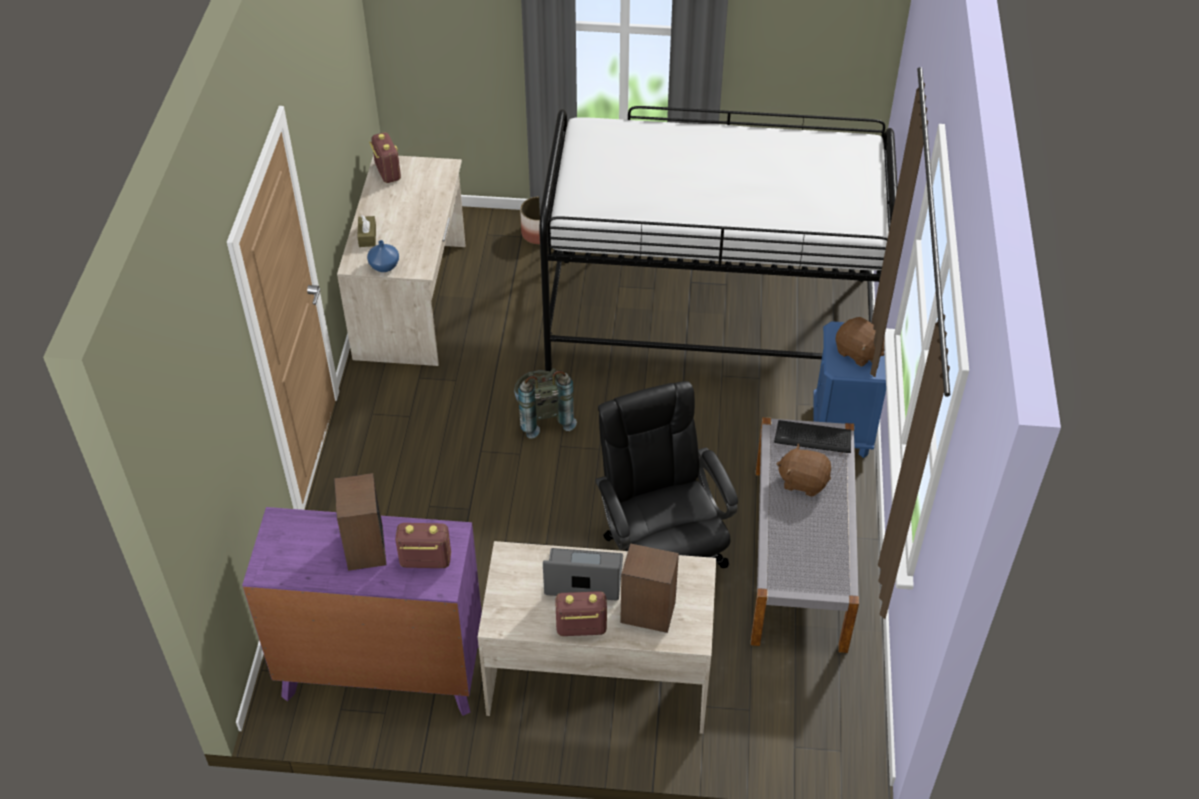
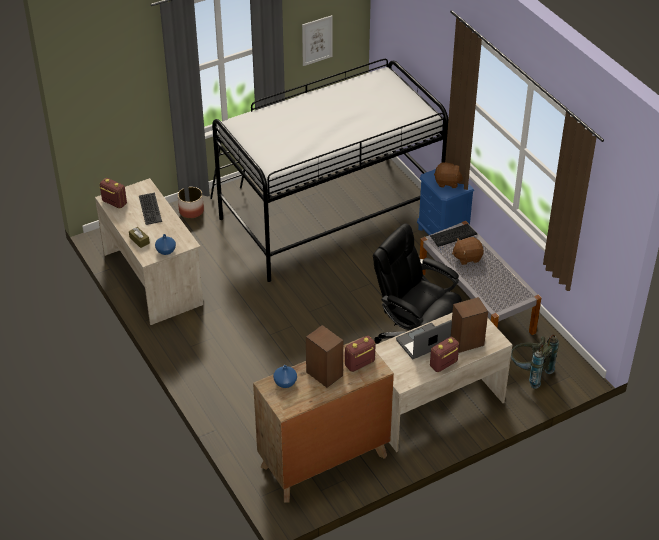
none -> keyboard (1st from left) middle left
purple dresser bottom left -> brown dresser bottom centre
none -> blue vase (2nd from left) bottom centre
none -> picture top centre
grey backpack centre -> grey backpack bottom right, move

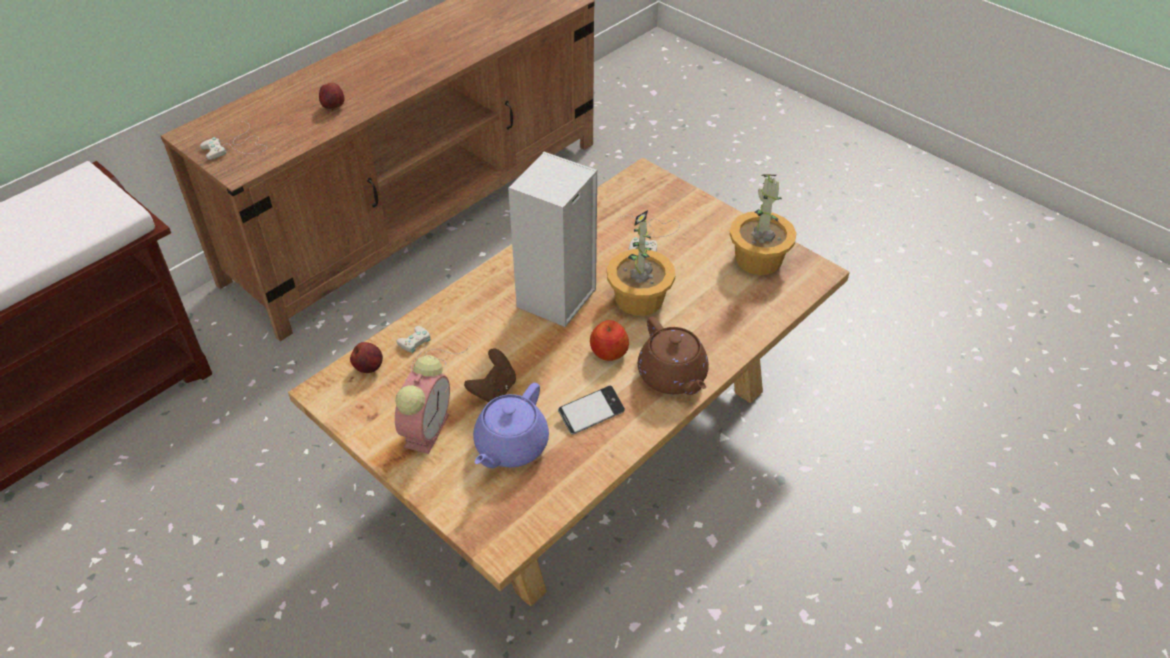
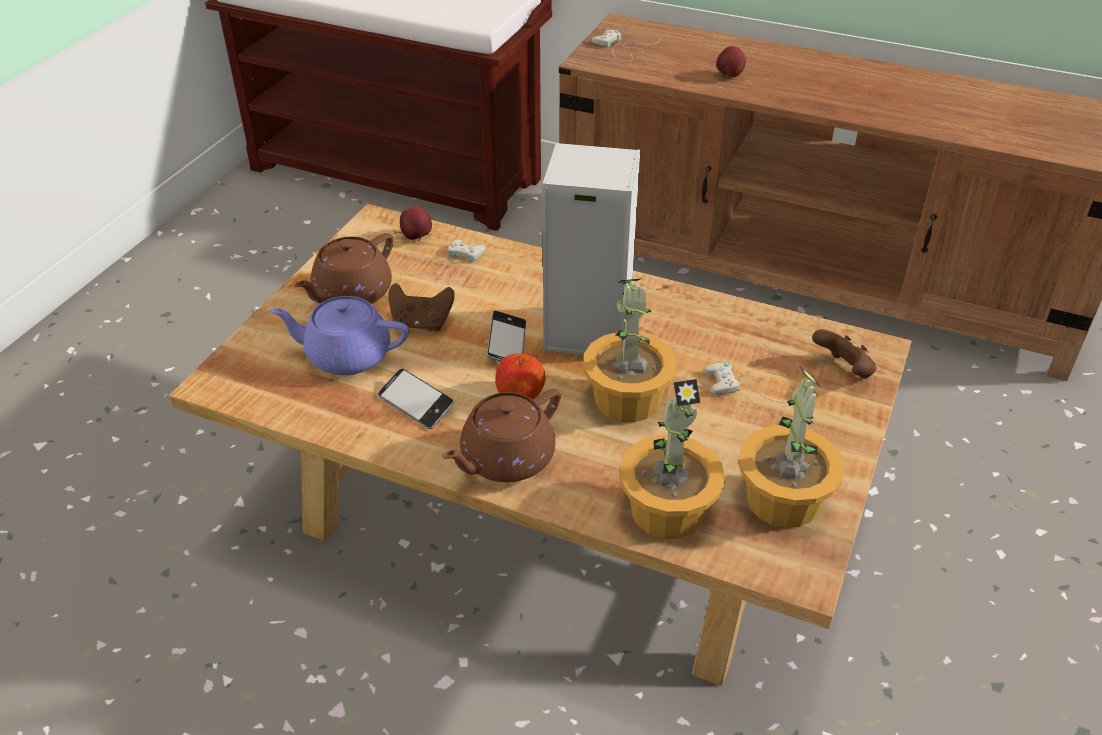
alarm clock centre -> brown teapot (1st from left) middle left
none -> phone (2nd from left) centre
none -> potted plant (2nd from left) centre
none -> brown game controller (2nd from left) middle right

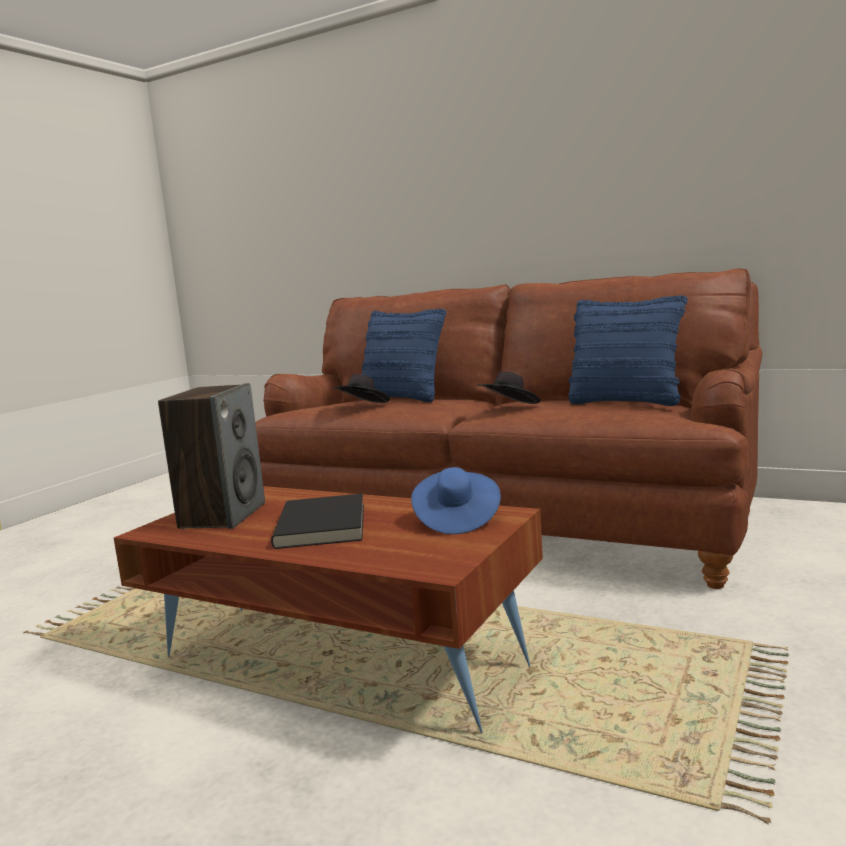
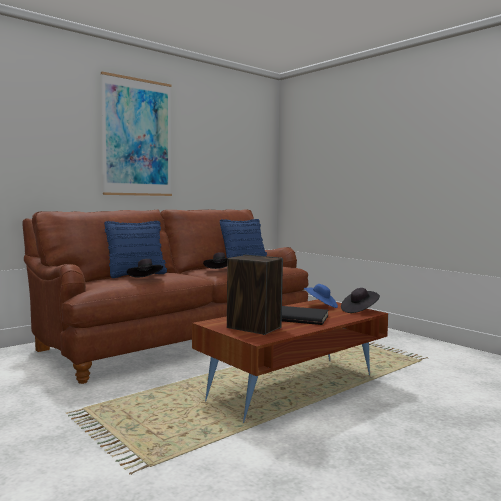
none -> picture top left
none -> black hat (3rd from left) middle right

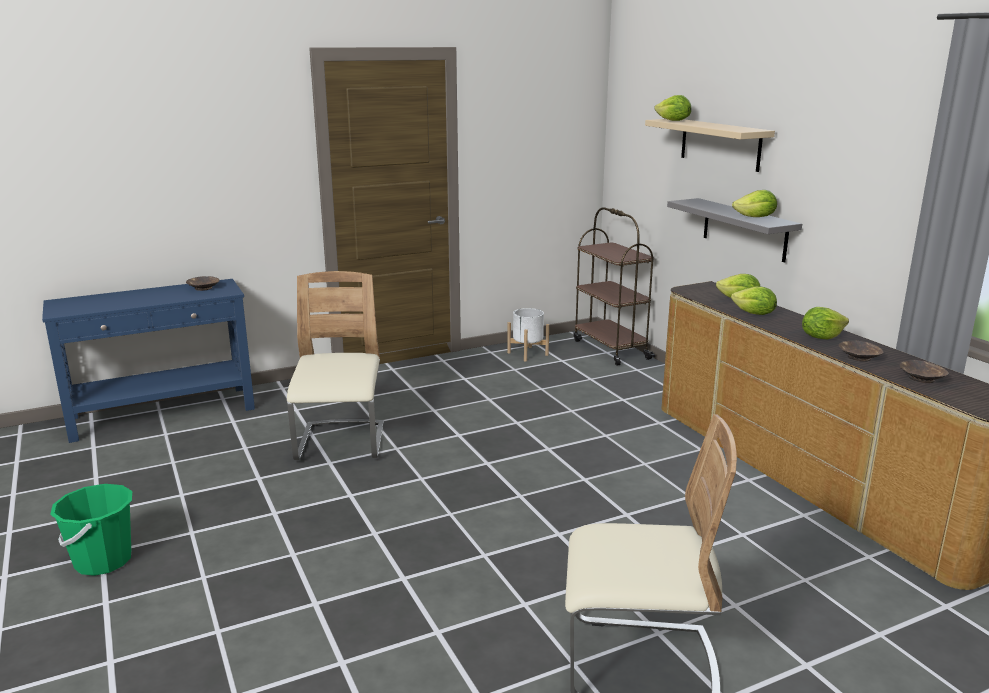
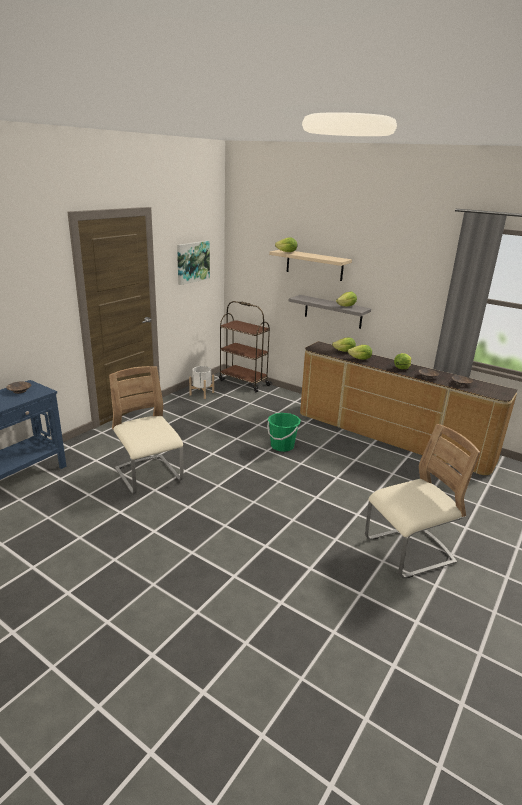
none -> picture top centre
green bucket bottom left -> green bucket centre, move

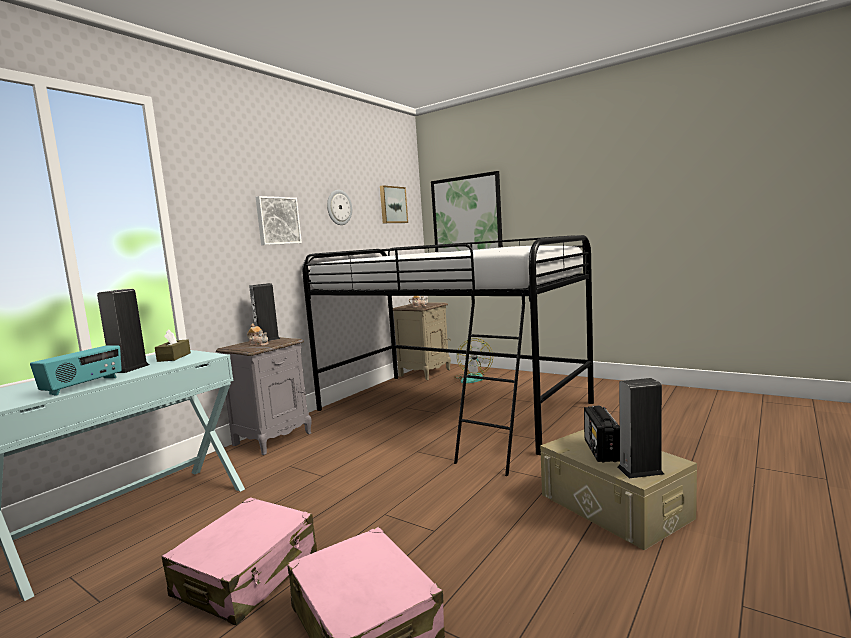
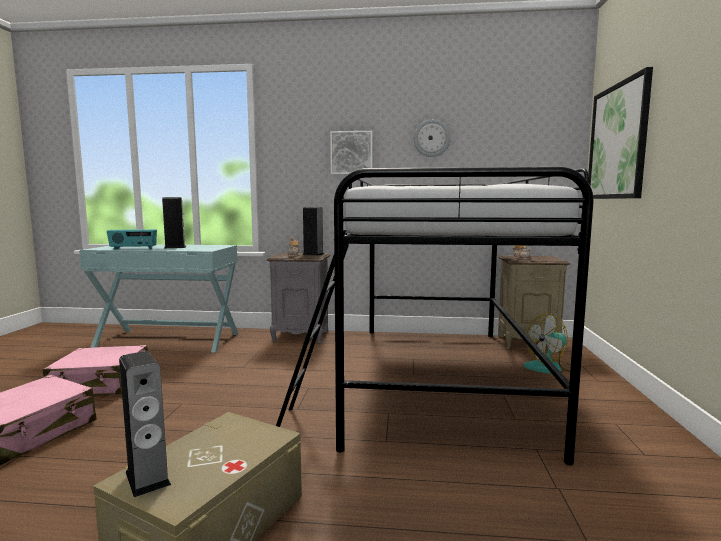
brown tissue box middle left -> none
picture (2nd from left) top centre -> none
radio (2nd from left) bottom right -> none

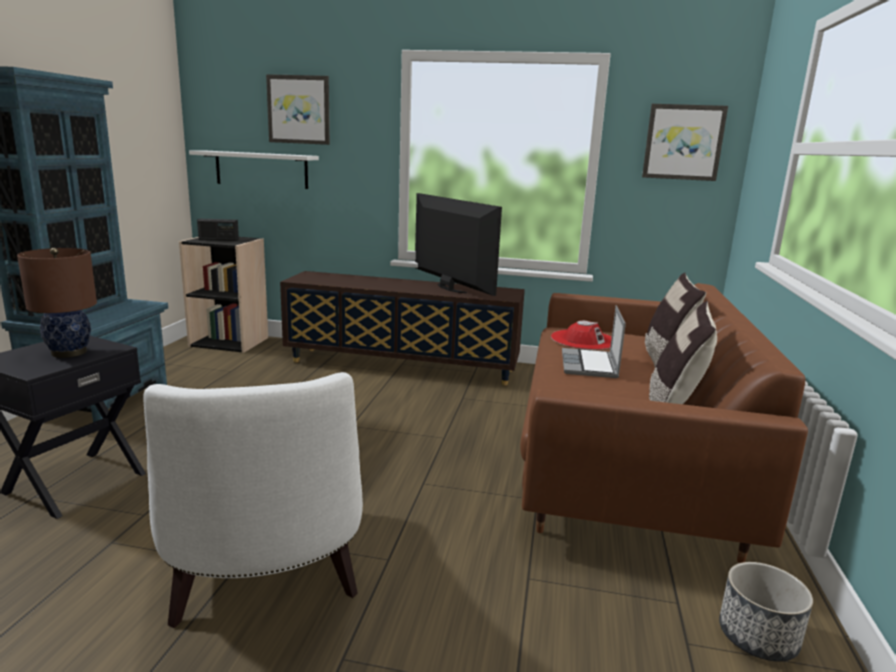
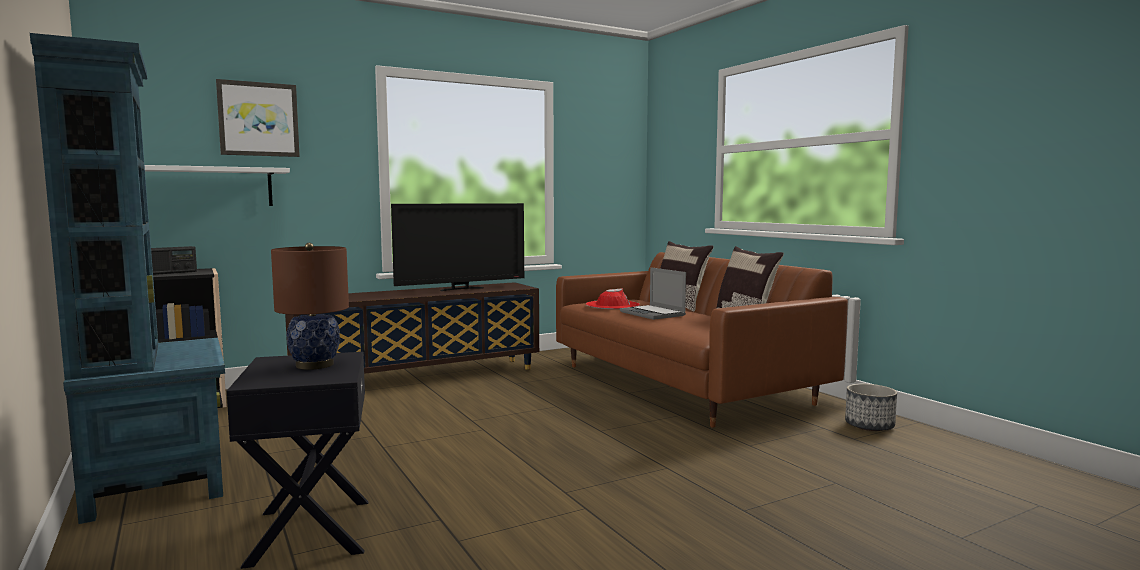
television centre, 135 degrees clockwise
white armchair bottom left -> none
picture (2nd from left) top right -> none

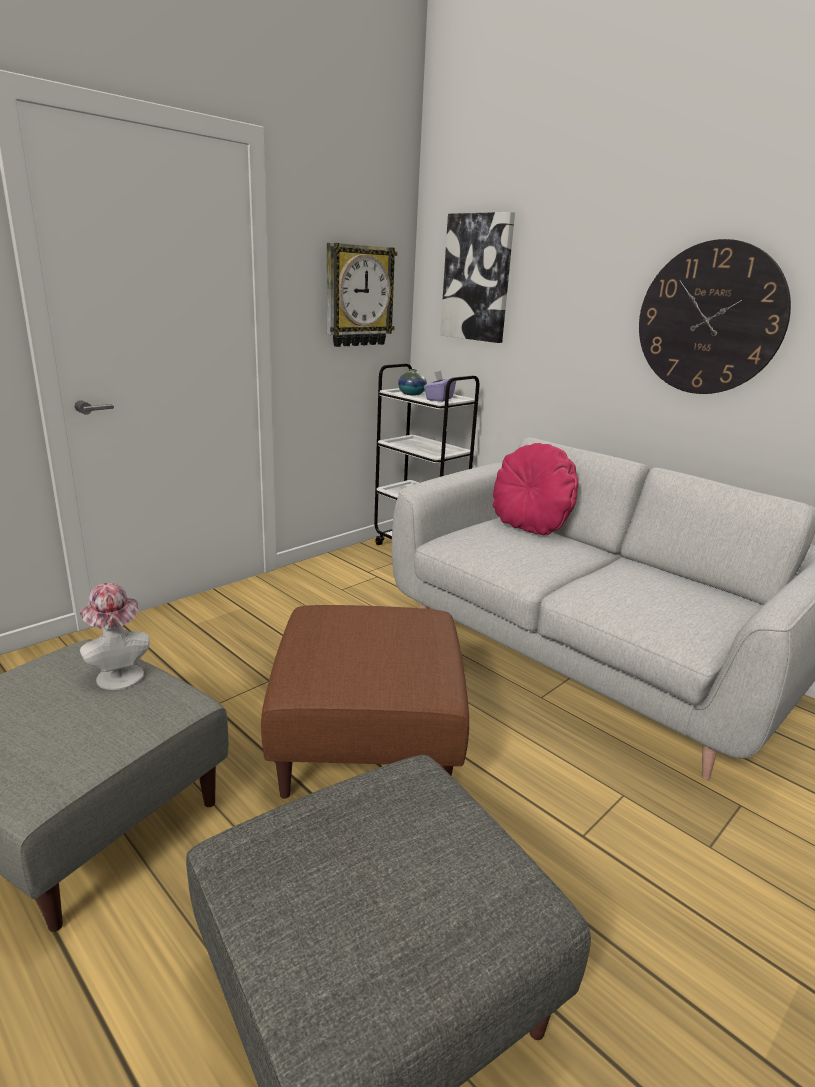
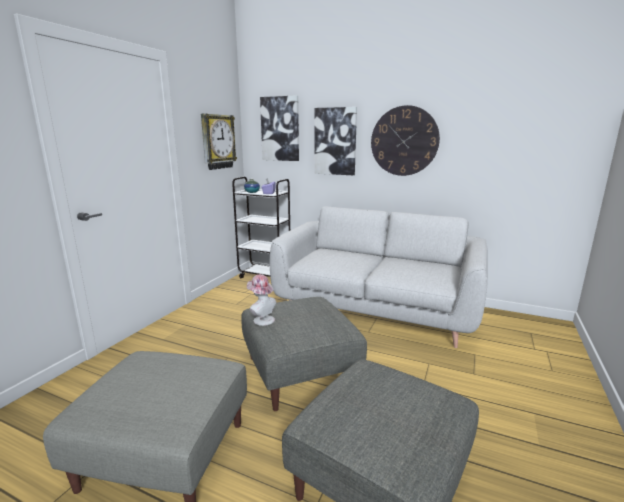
brown ottoman centre -> grey ottoman (2nd from left) bottom centre
hat middle left -> hat centre, move
none -> picture (2nd from left) top centre
pink pillow centre -> none

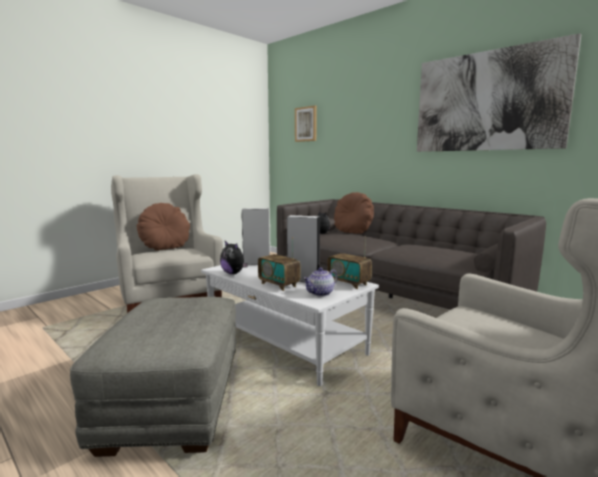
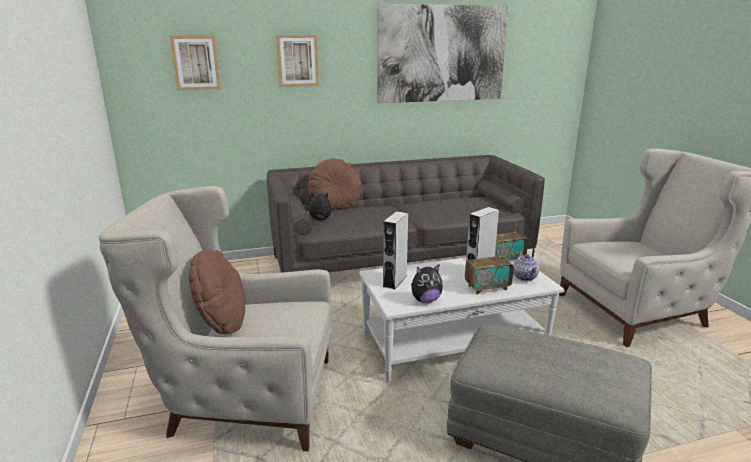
none -> picture (2nd from left) top centre

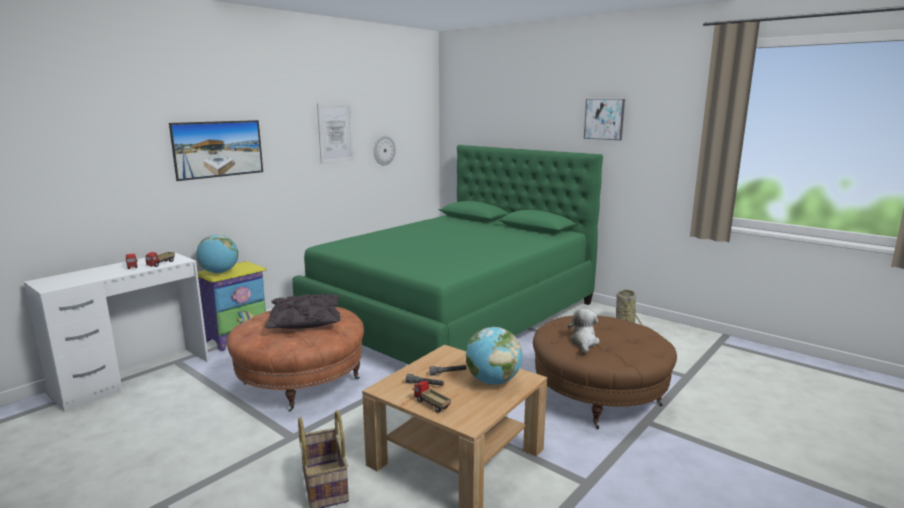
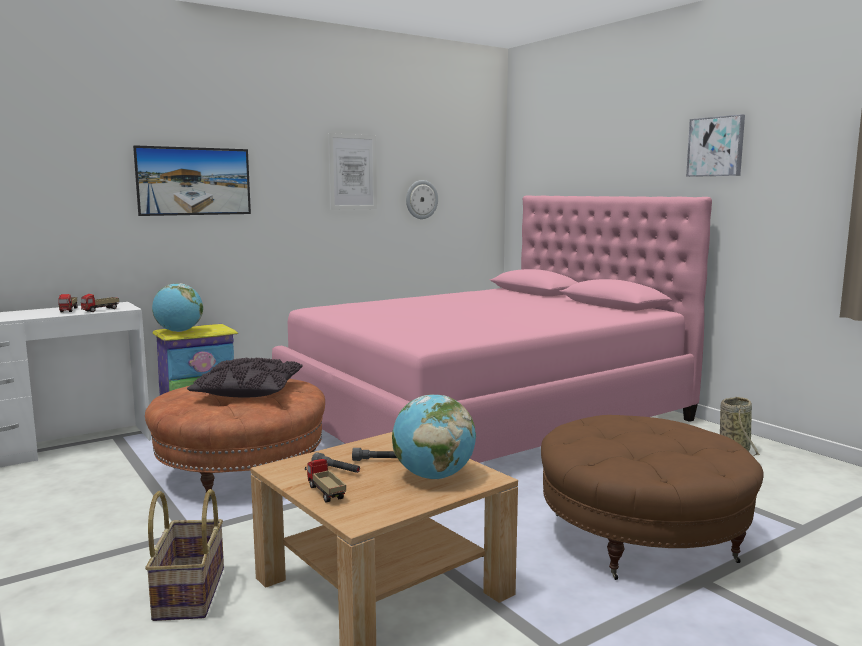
green bed centre -> pink bed centre
plush toy centre -> none

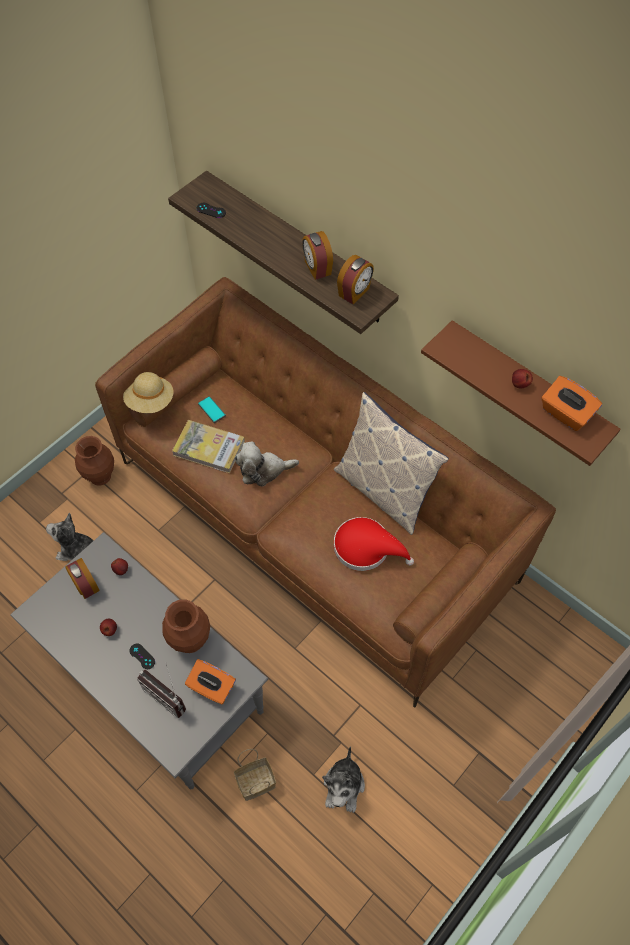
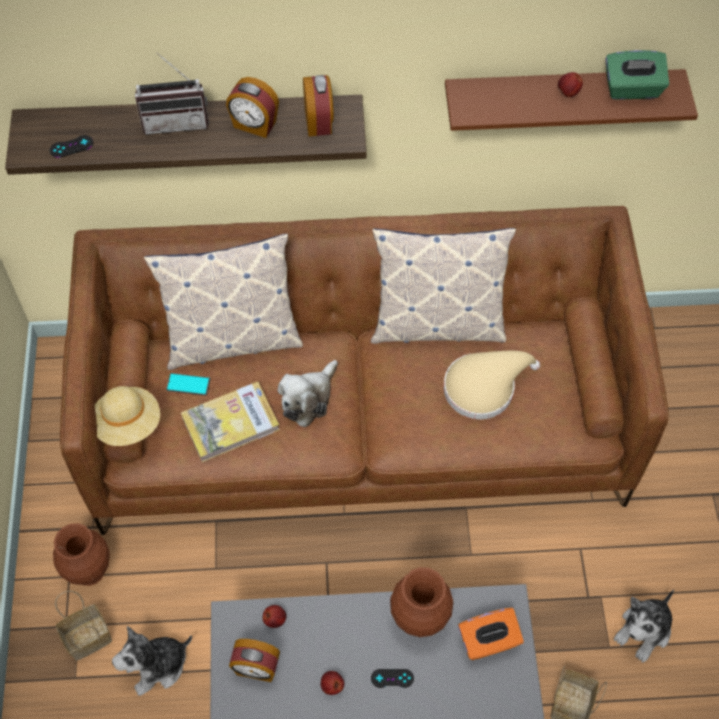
none -> basket (1st from left) bottom left
radio bottom left -> radio top left, move
none -> pillow (1st from left) middle left
red hat centre -> beige hat (2nd from left) middle right
orange tissue box (2nd from left) middle right -> green tissue box top right
plush toy (3rd from left) bottom centre -> plush toy (3rd from left) bottom right, 75 degrees clockwise

